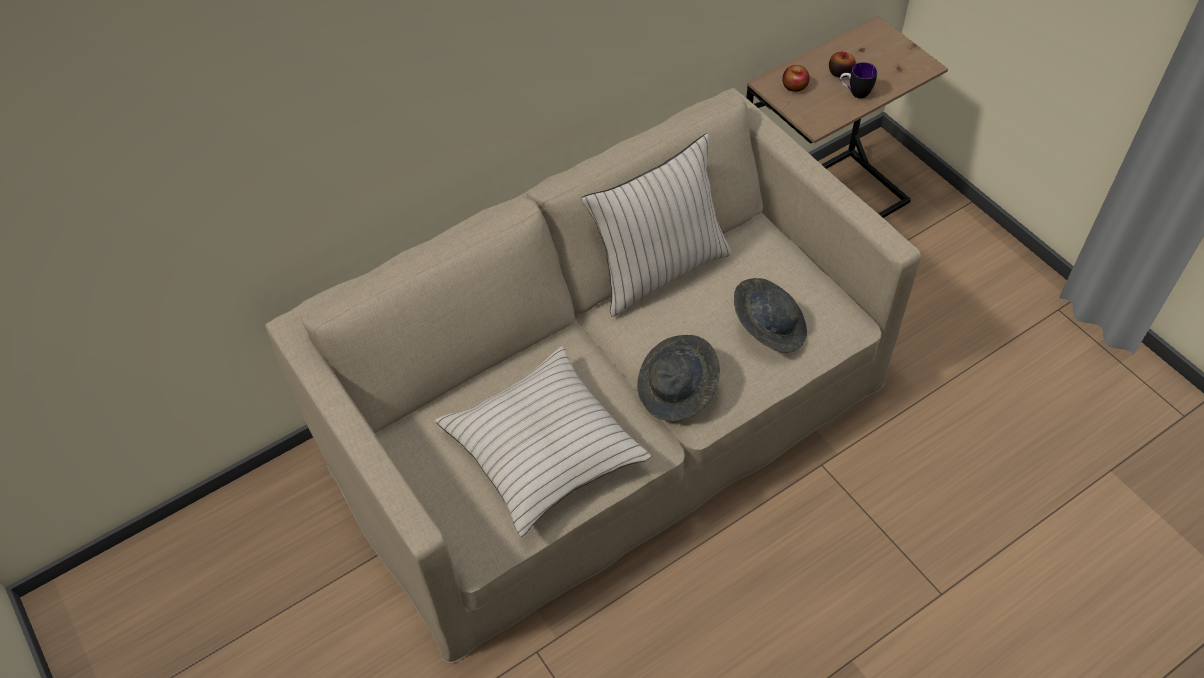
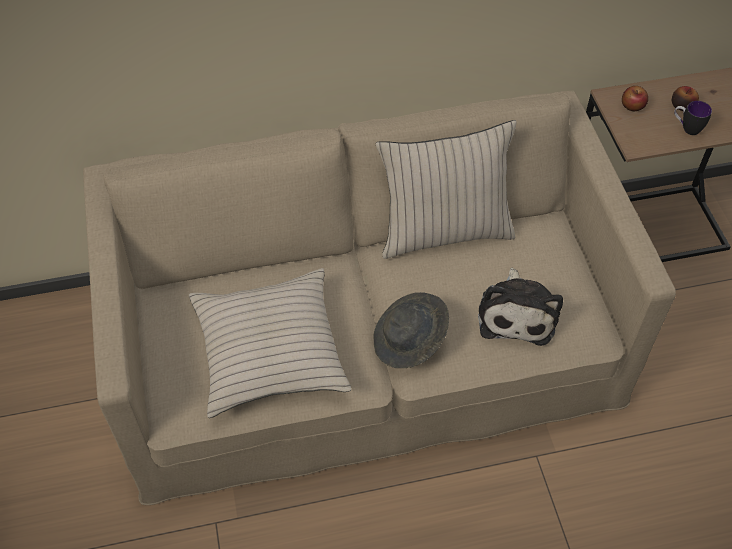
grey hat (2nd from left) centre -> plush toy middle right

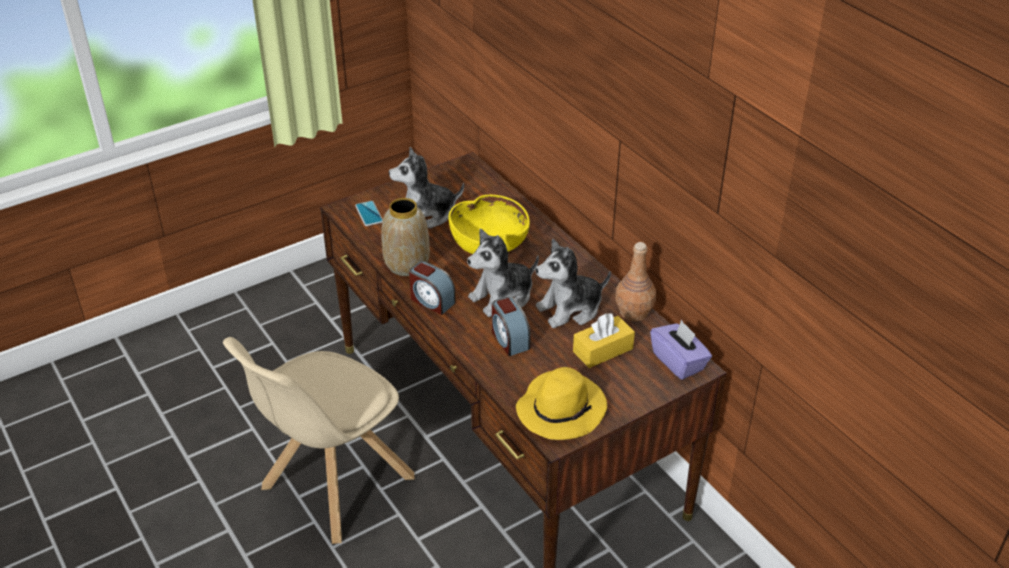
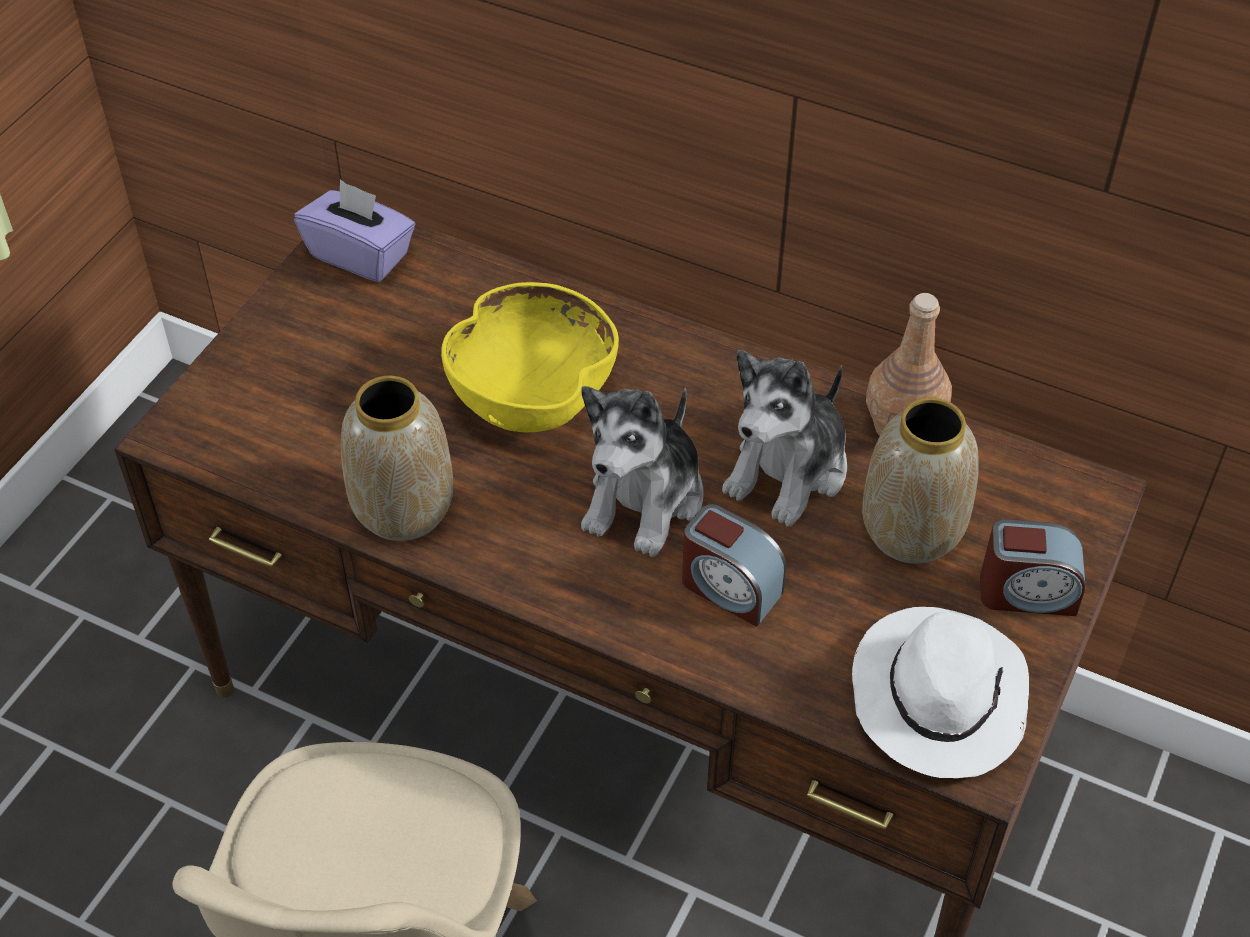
purple tissue box middle right -> purple tissue box top left, move
yellow hat bottom centre -> white hat bottom right
yellow tissue box centre -> vase (2nd from left) middle right
alarm clock (1st from left in the first image) centre -> alarm clock (2nd from left) middle right, move
phone centre -> none
plush toy (1st from left) top centre -> none

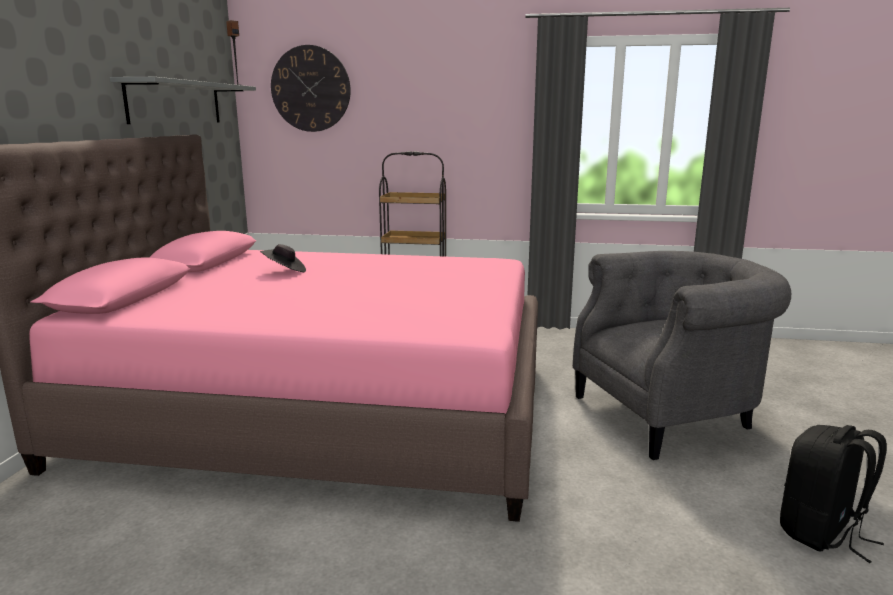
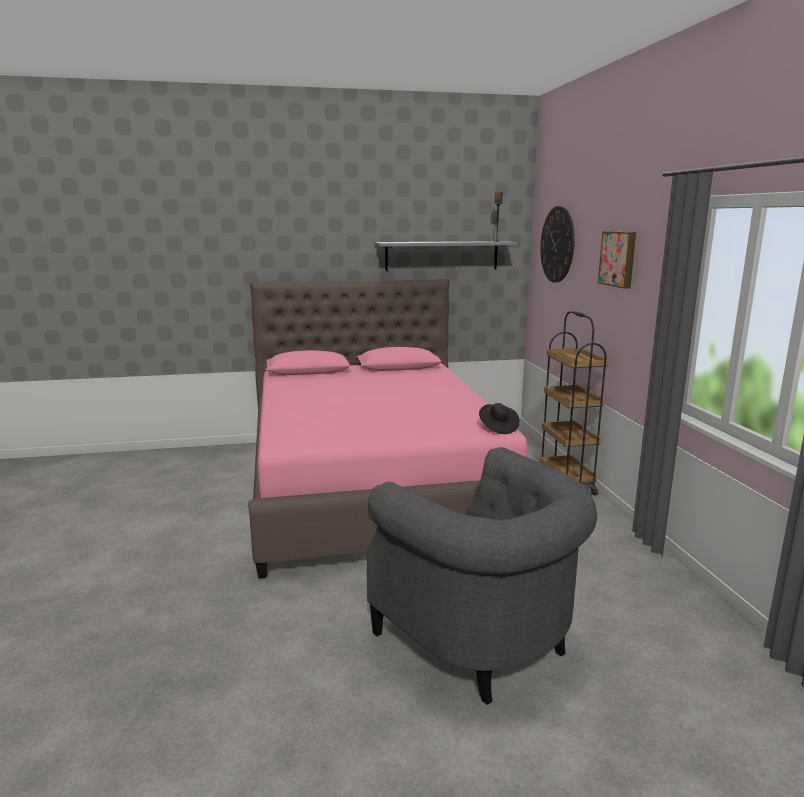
black hat middle left -> black hat centre, move
none -> picture top right
black backpack bottom right -> none

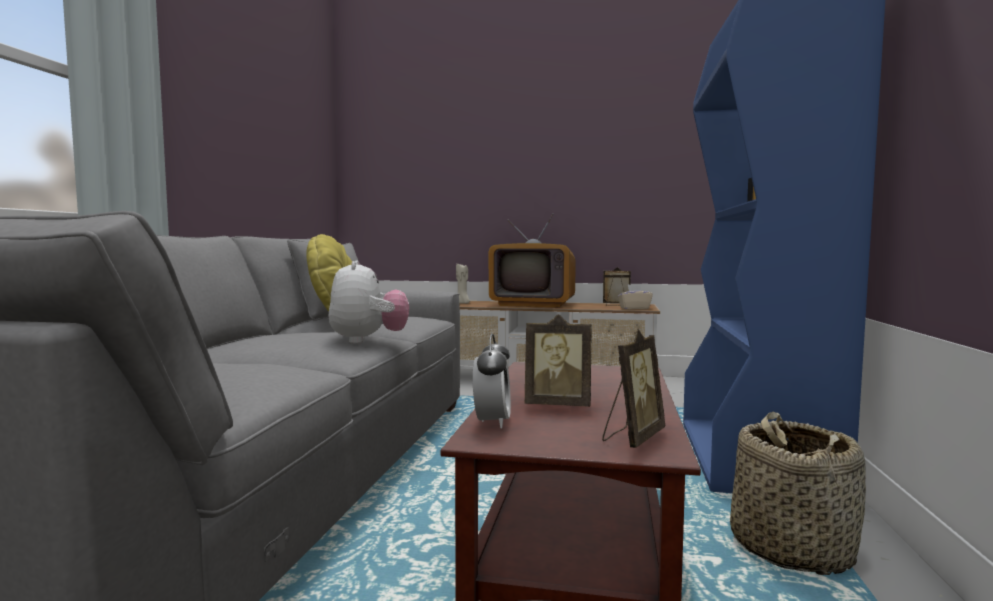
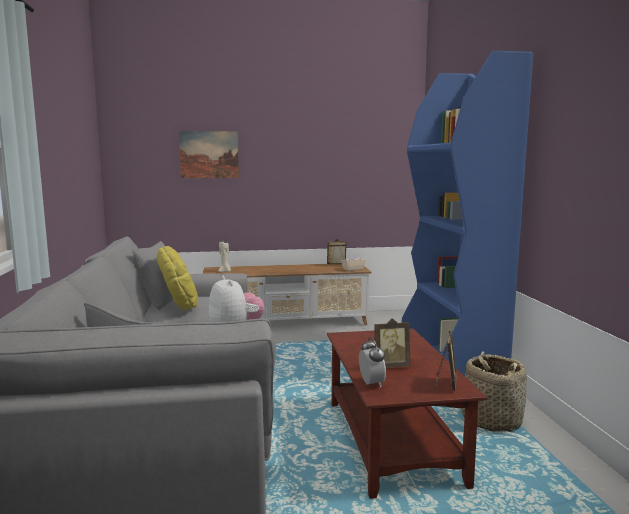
none -> picture top left
television centre -> none

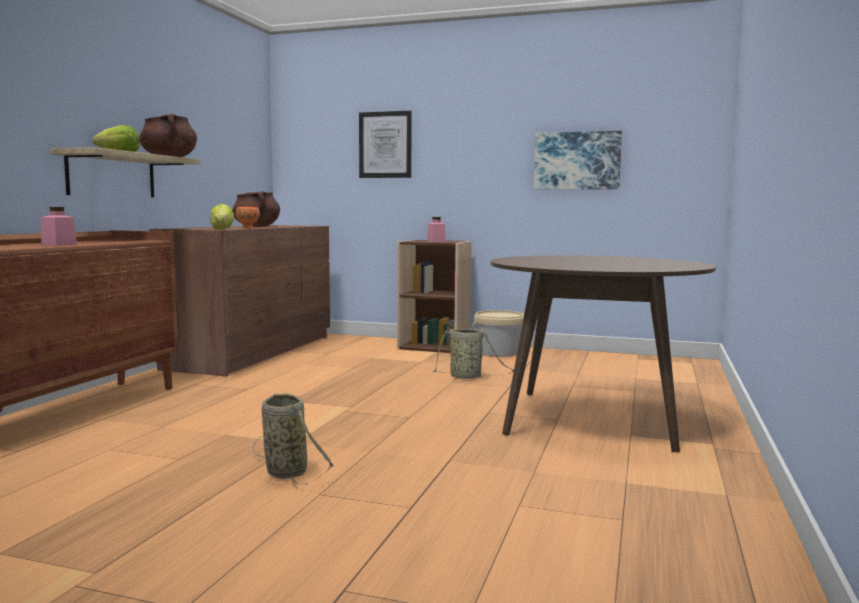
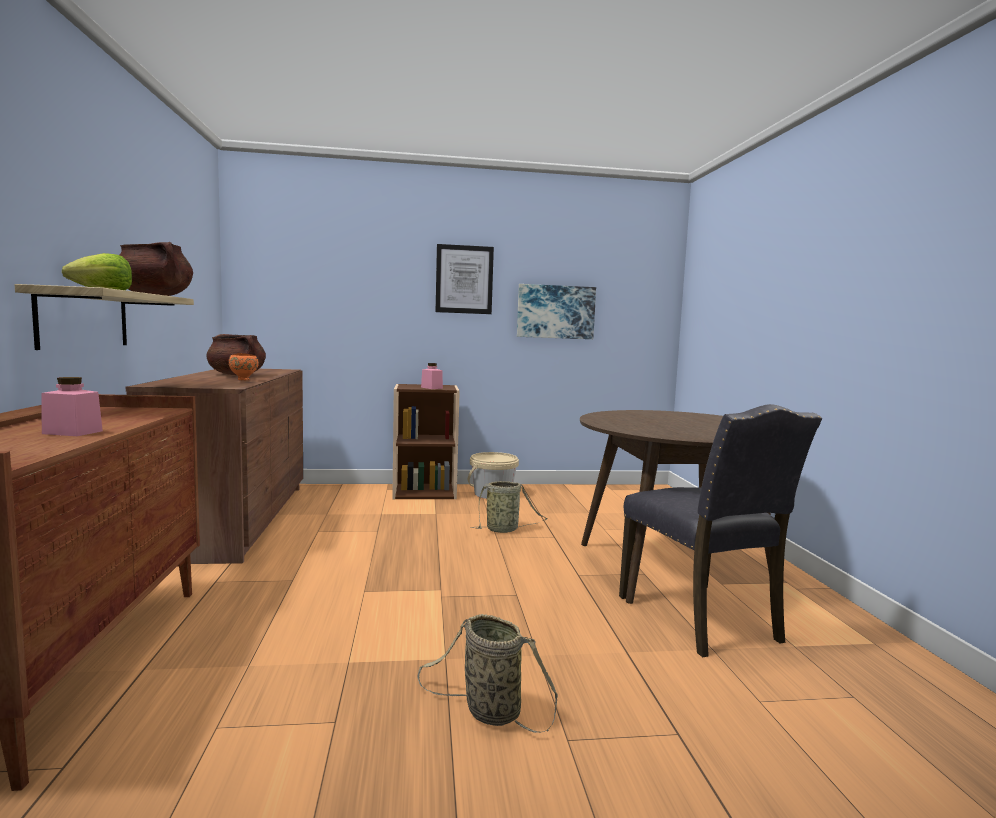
picture (1st from left) top centre -> picture (1st from left) centre, move
none -> grey chair middle right
lettuce (2nd from left) middle left -> none

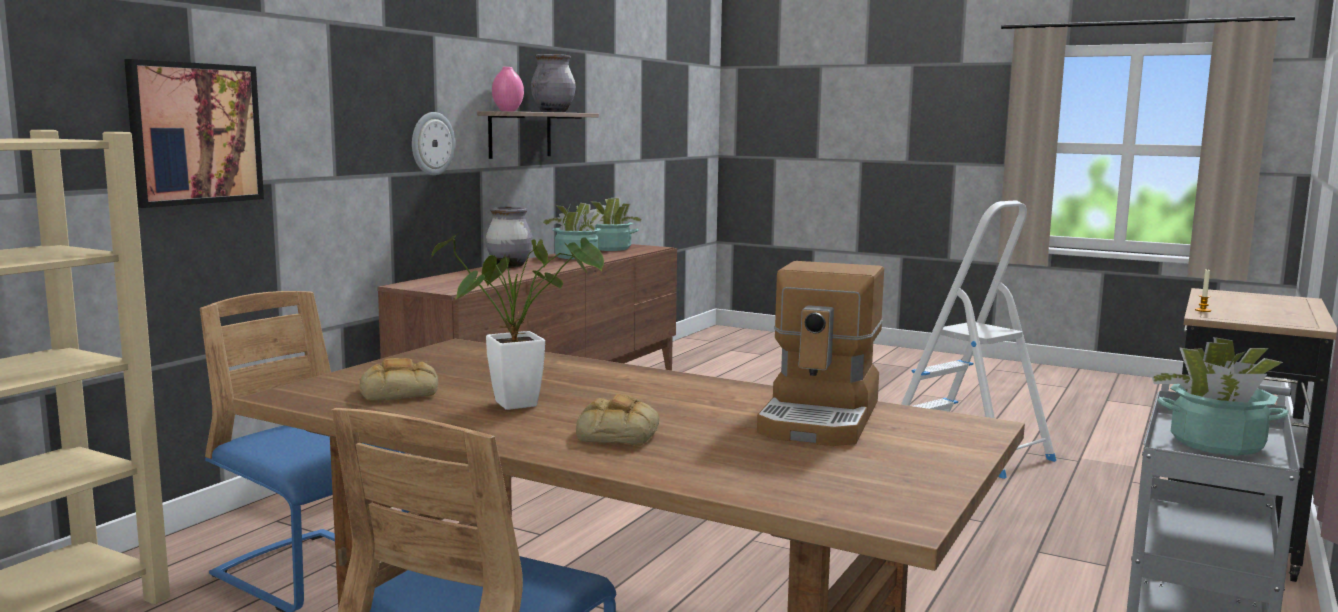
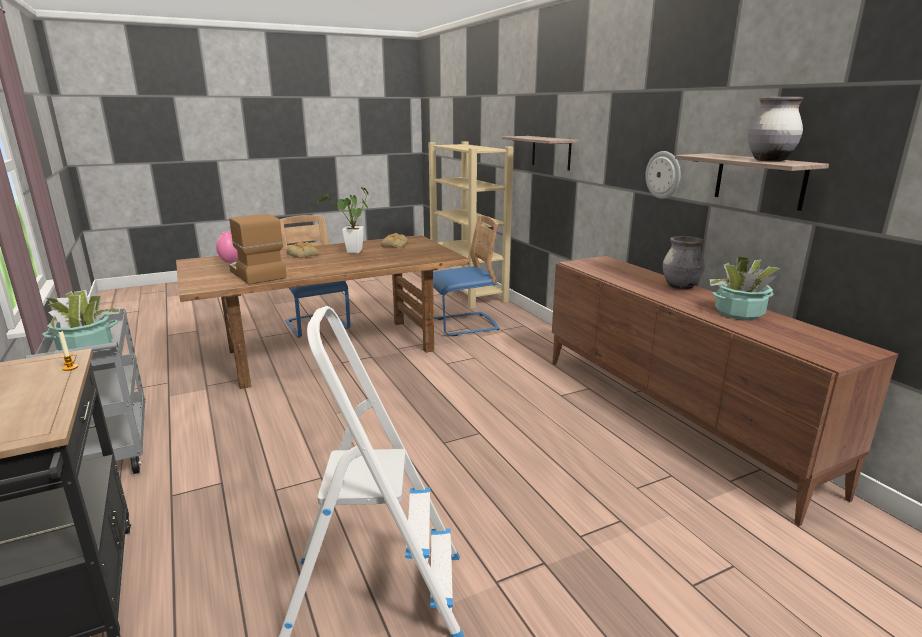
pink vase top centre -> pink vase middle left, move
picture top left -> shelf (1st from left) top centre
potted plant (3rd from left) centre -> none

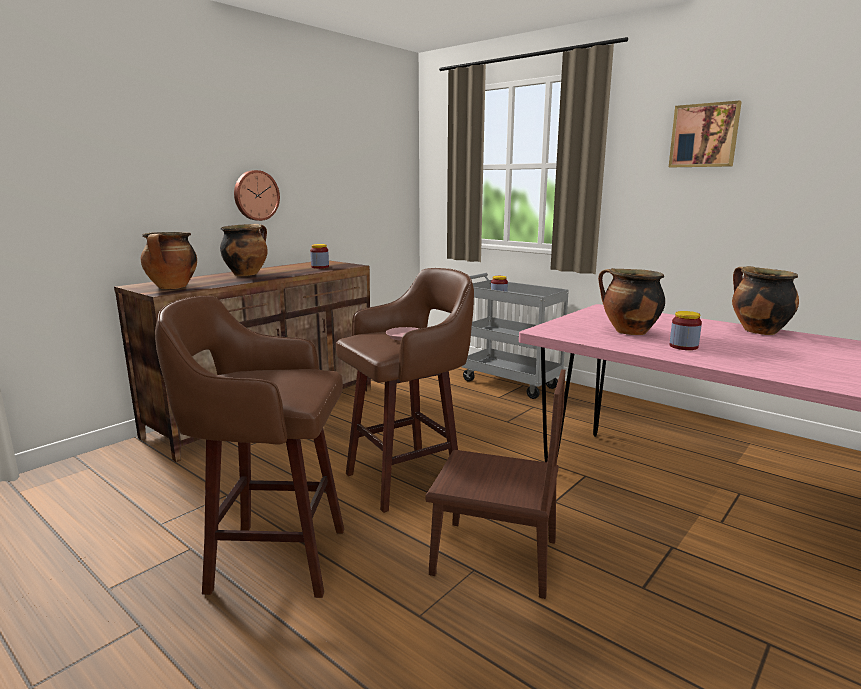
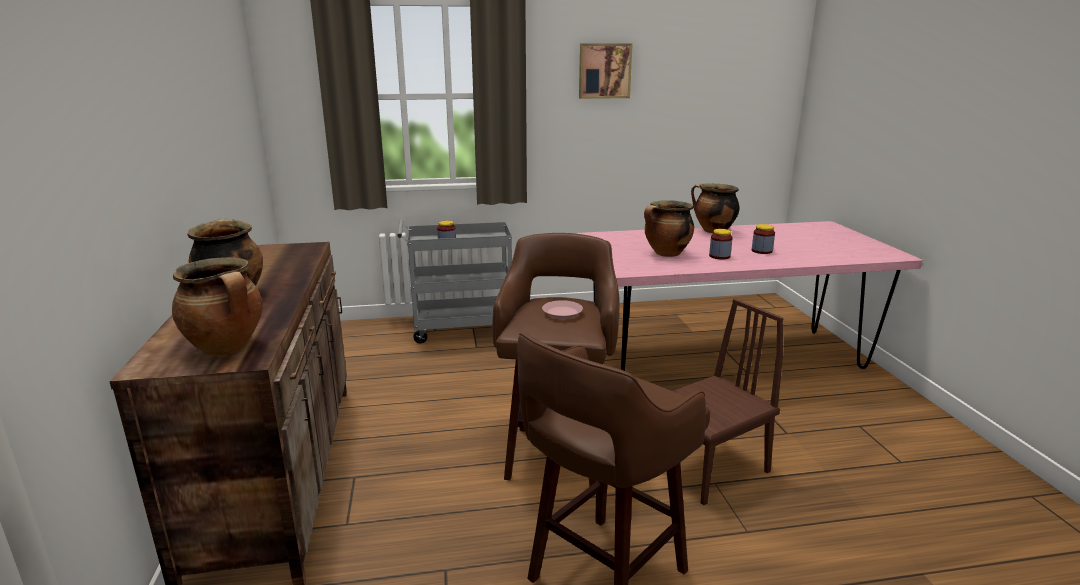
jar (1st from left in the first image) centre -> jar (3rd from left) middle right, move
wall clock top left -> none

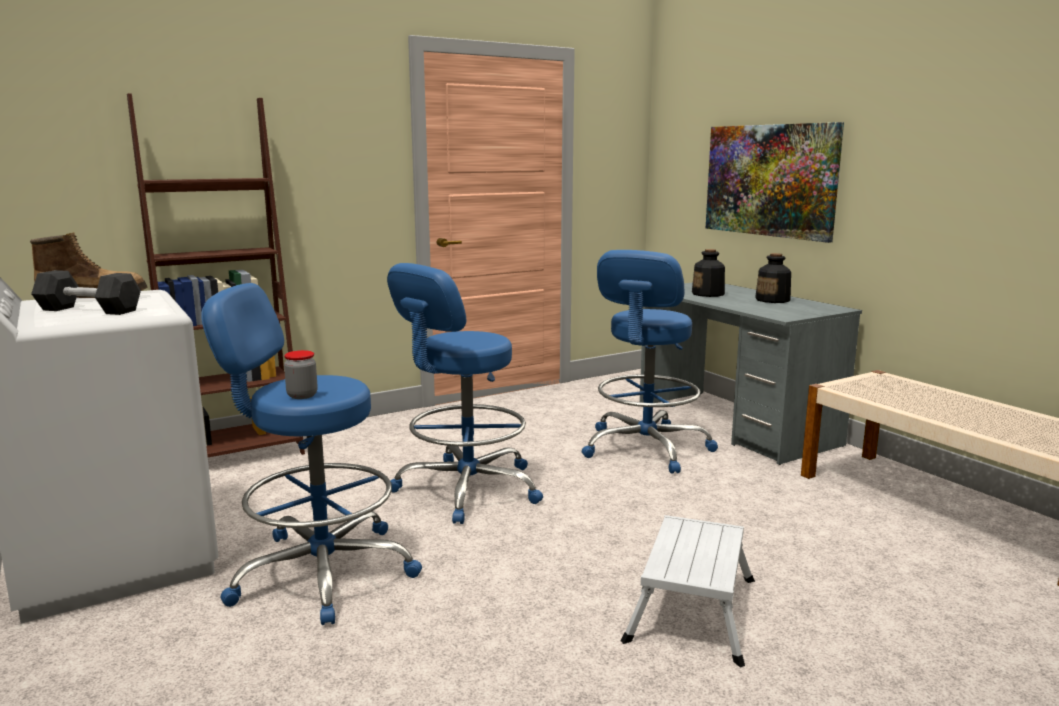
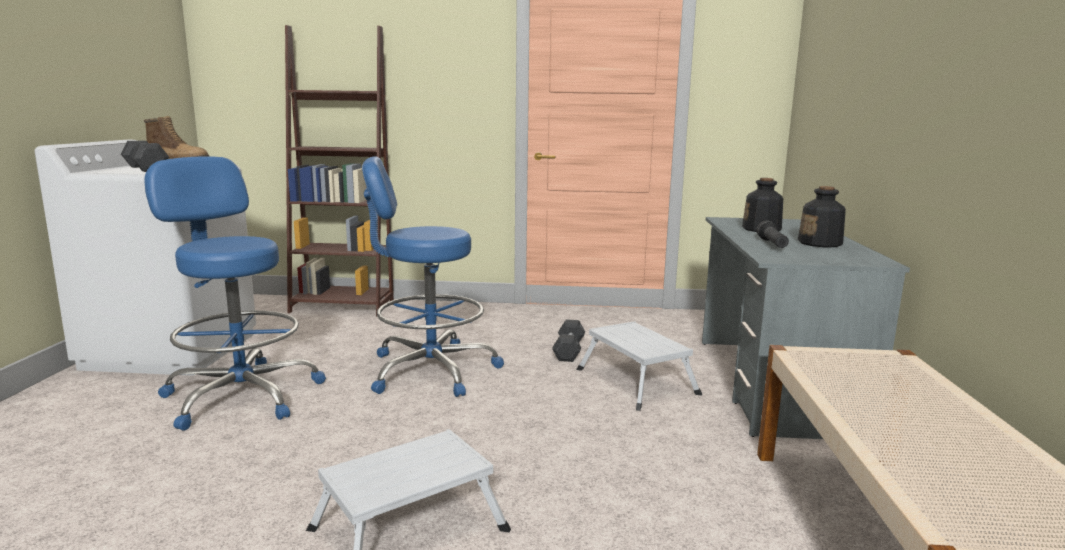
none -> grey dumbbell (2nd from left) centre
blue stool (3rd from left) centre -> white step ladder (2nd from left) centre
none -> black flashlight middle right
jar middle left -> none
picture top right -> none

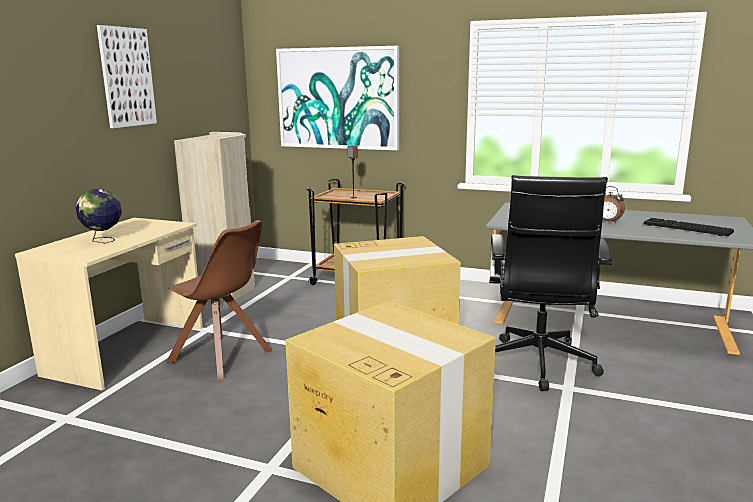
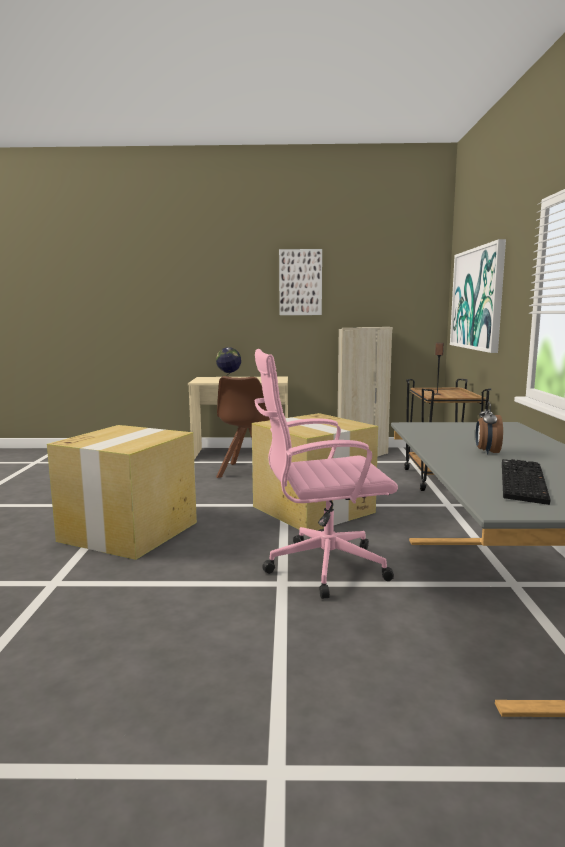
black office chair middle right -> pink office chair centre

